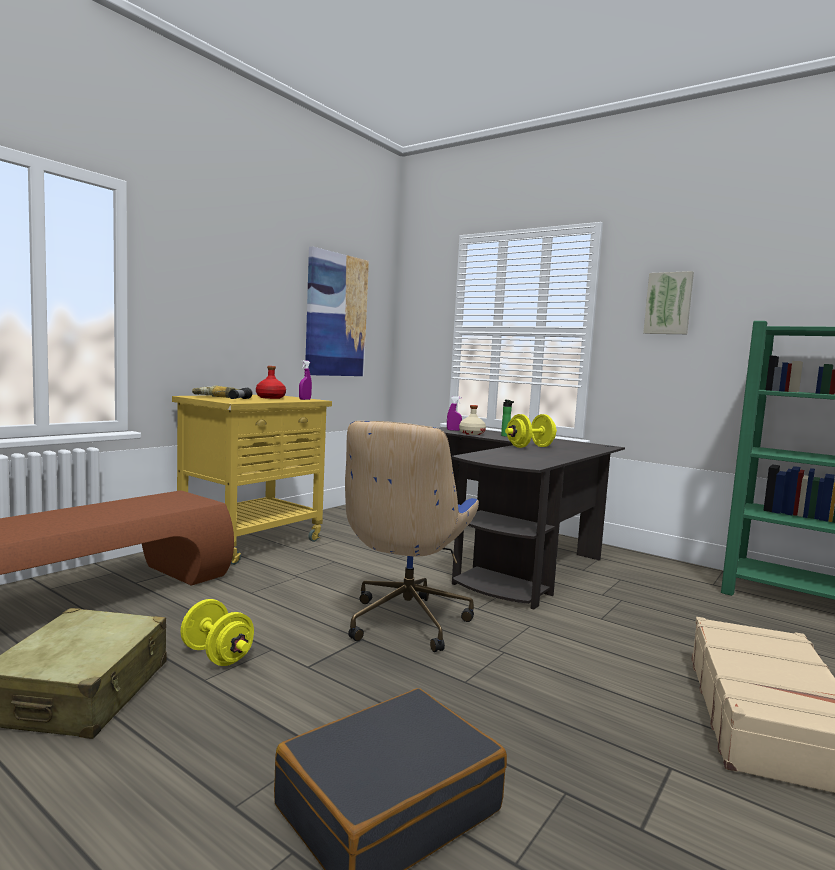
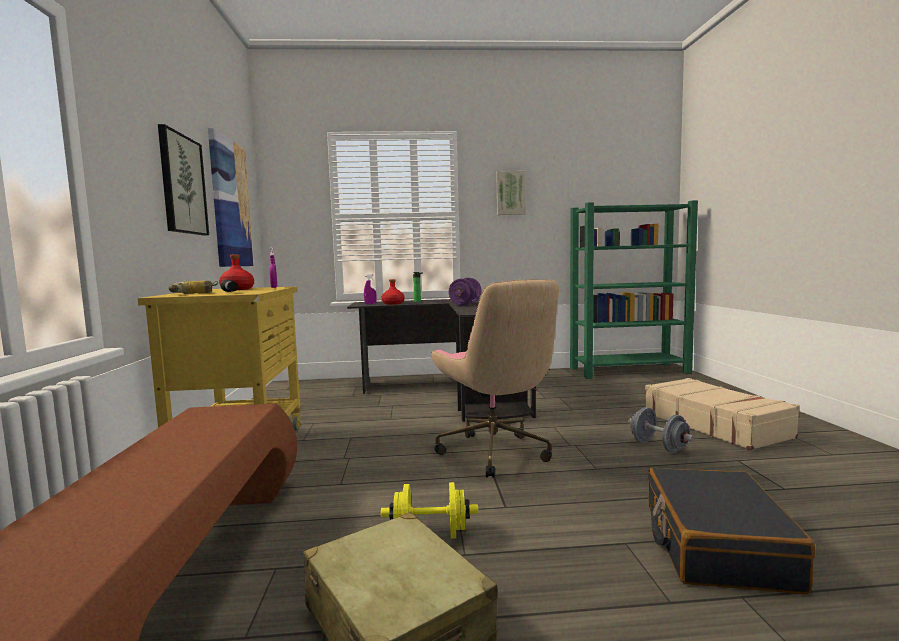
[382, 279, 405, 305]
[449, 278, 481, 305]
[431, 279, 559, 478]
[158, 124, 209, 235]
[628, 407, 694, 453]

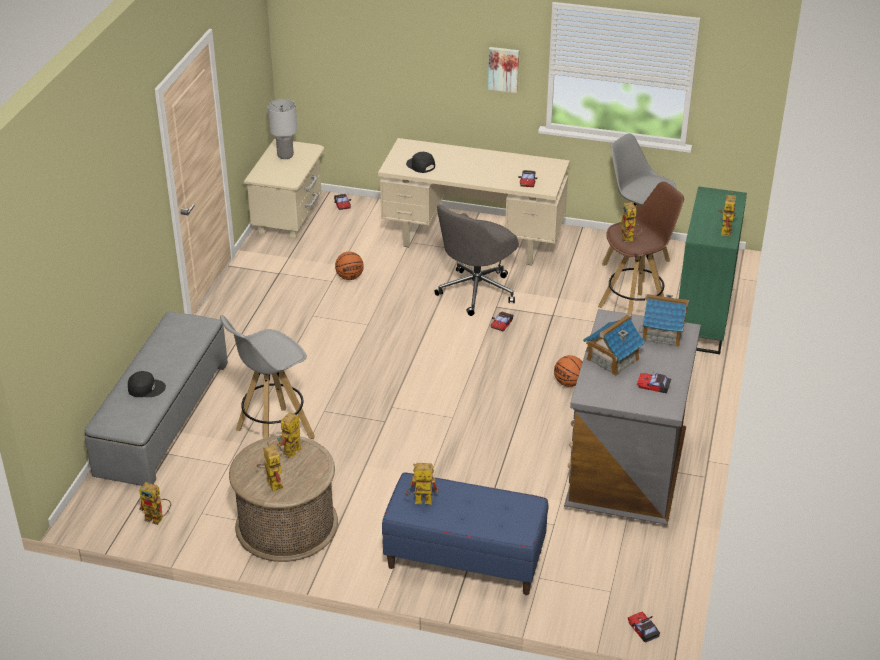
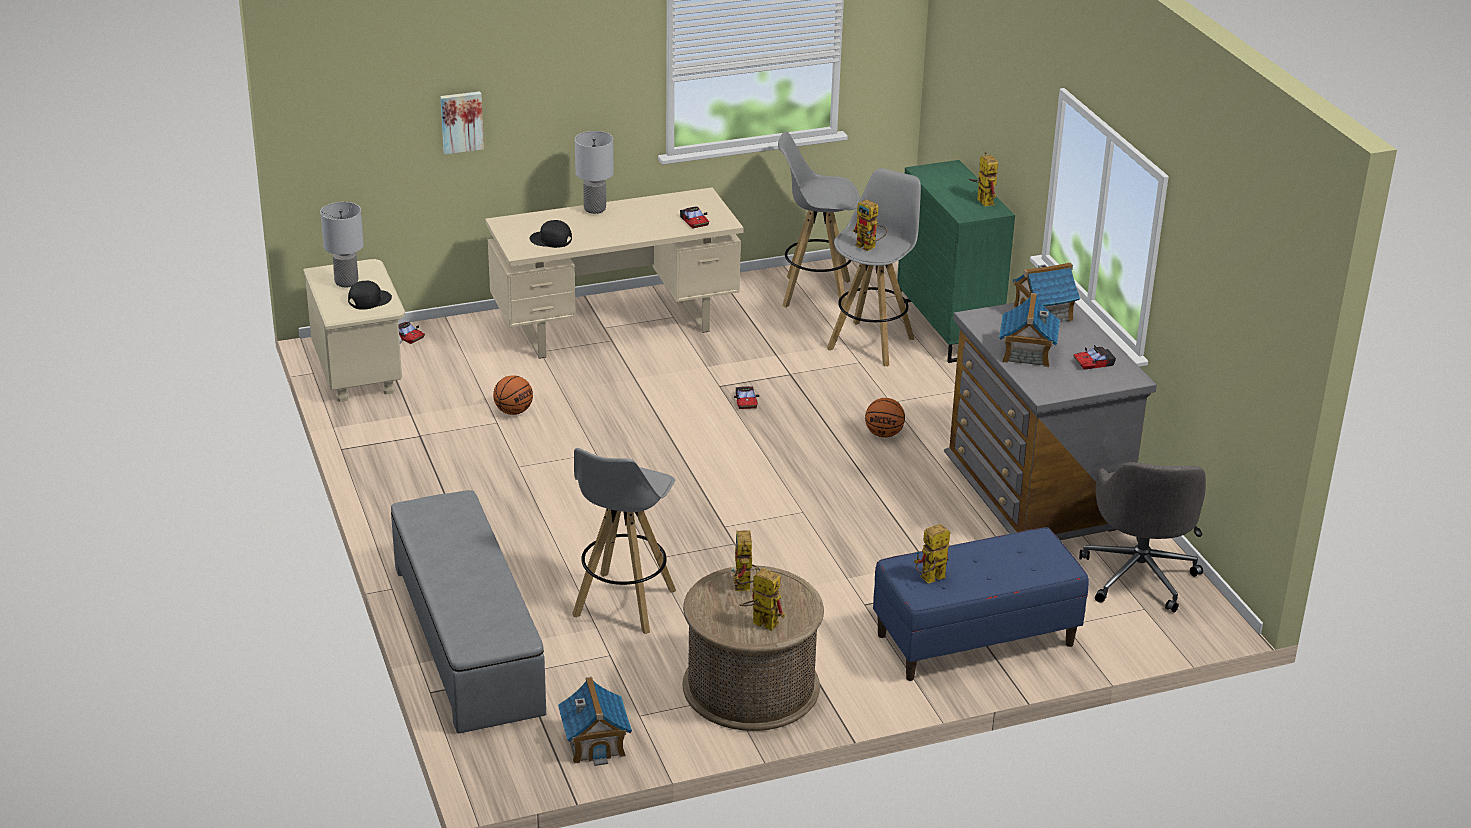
[440, 91, 484, 154]
[827, 168, 921, 366]
[1079, 462, 1206, 613]
[348, 281, 392, 310]
[558, 677, 632, 766]
[628, 612, 660, 643] (first image)
[575, 131, 614, 214]

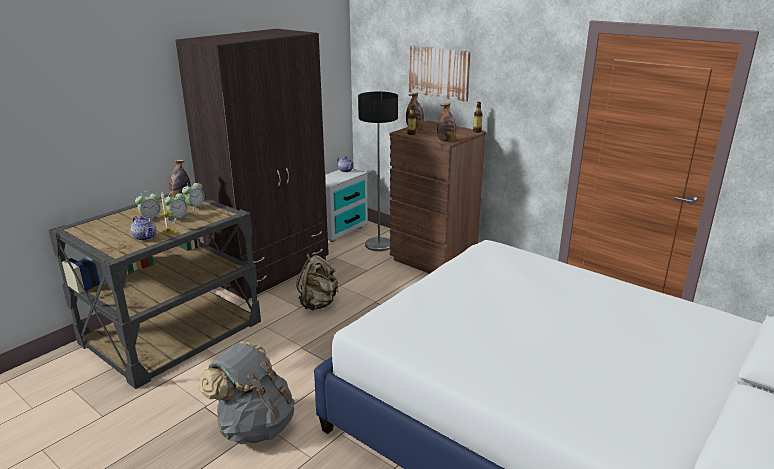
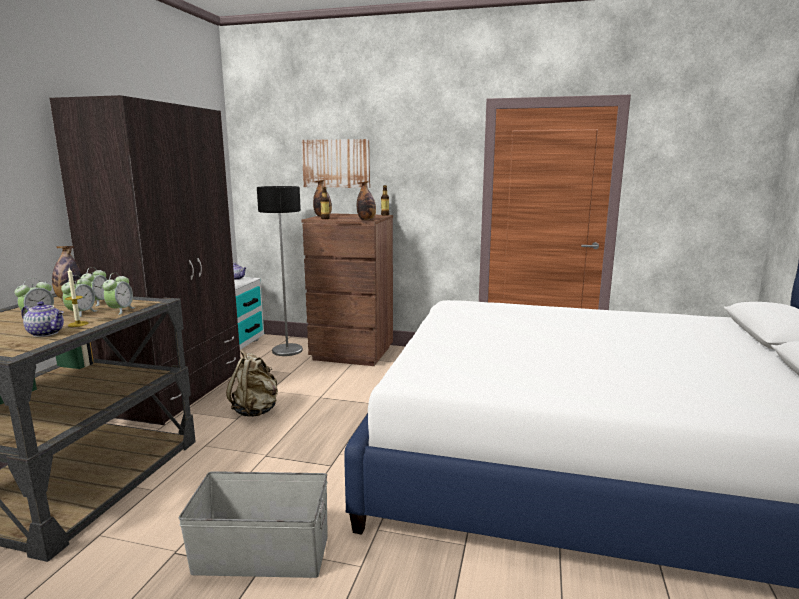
[178, 471, 328, 578]
[103, 273, 135, 315]

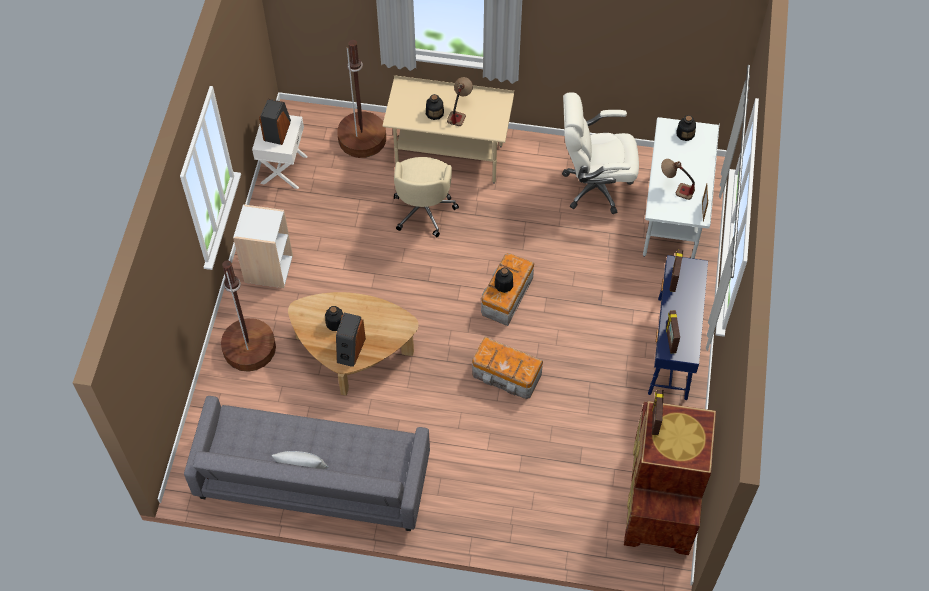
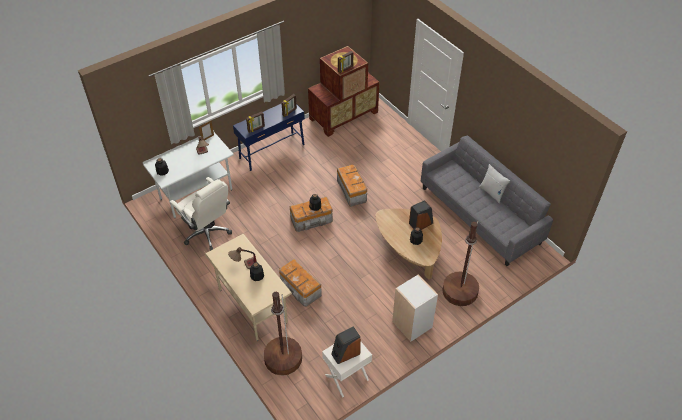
[279, 259, 322, 307]

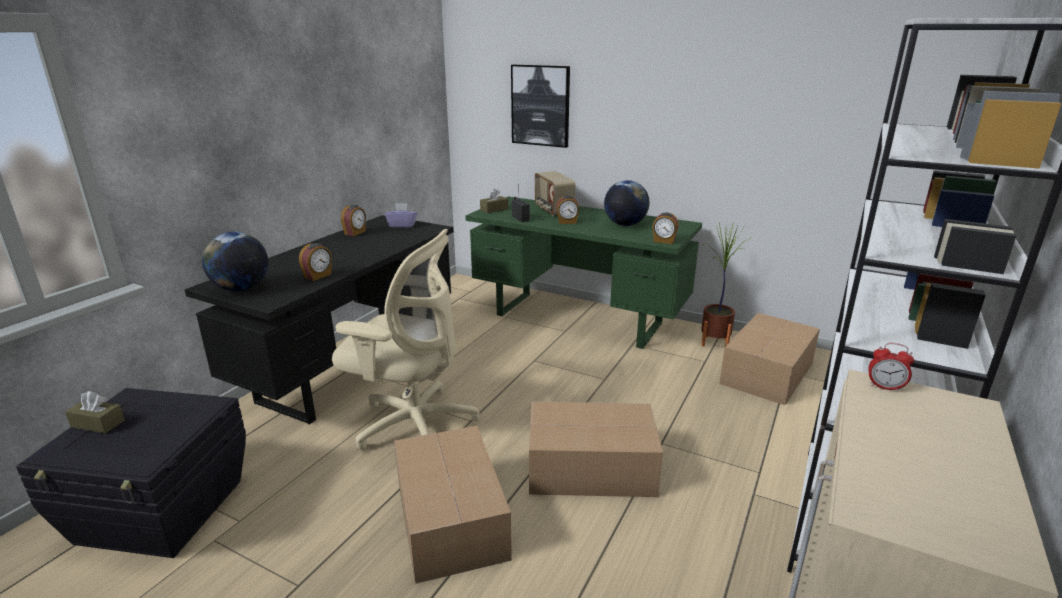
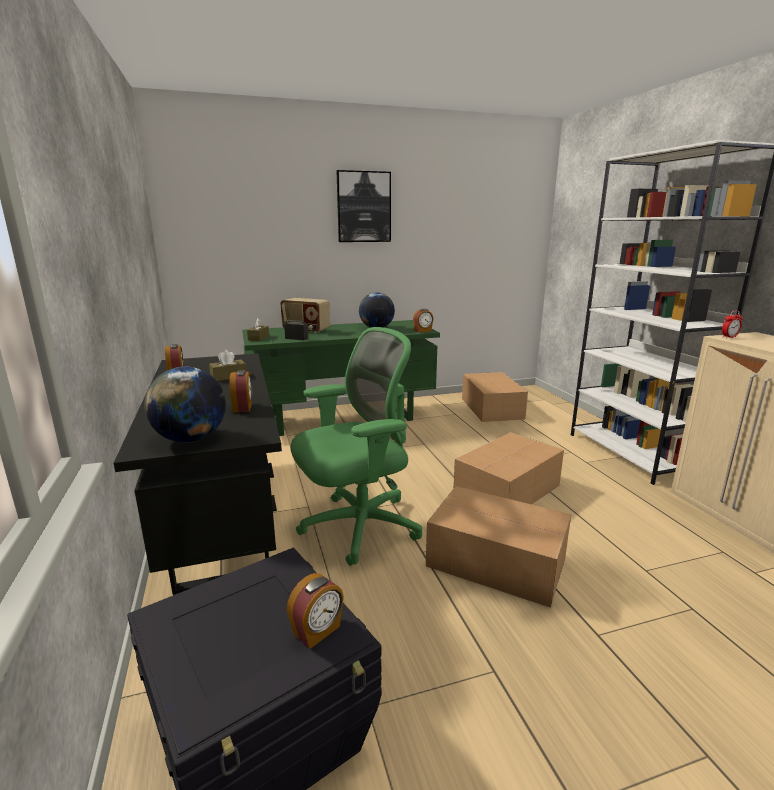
[337, 170, 391, 242]
[287, 573, 344, 649]
[385, 203, 417, 228] (first image)
[701, 221, 746, 347] (first image)
[290, 327, 422, 566]
[209, 350, 247, 381]

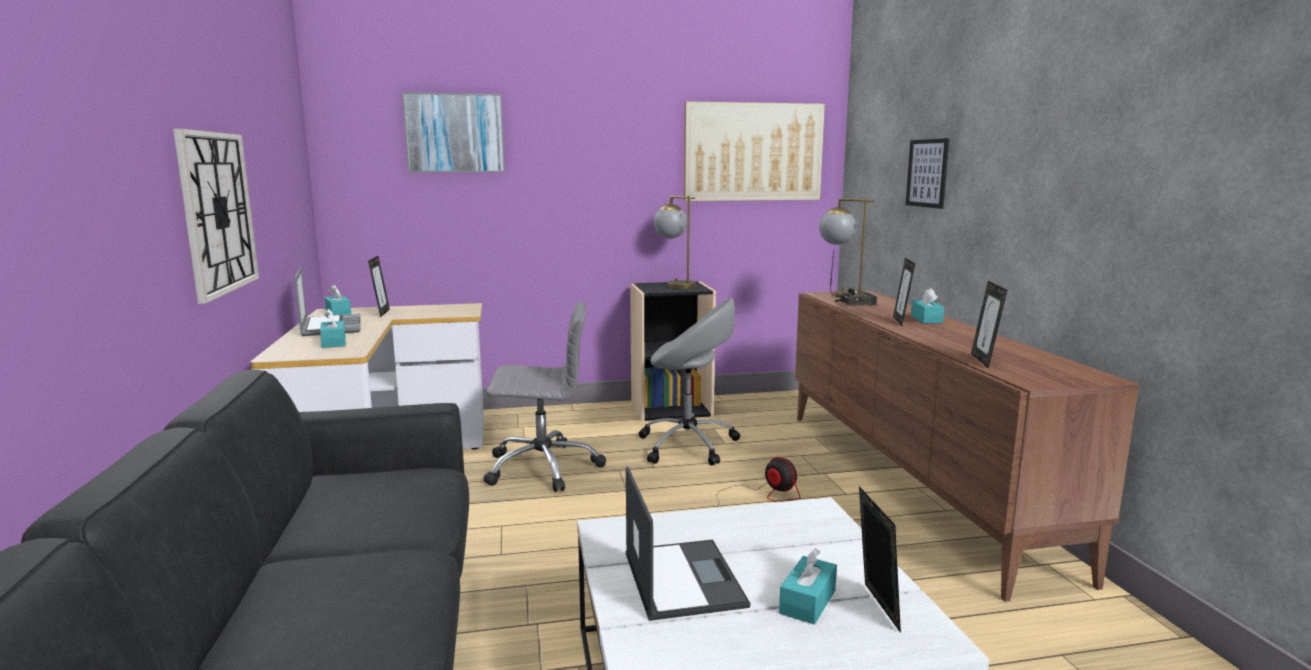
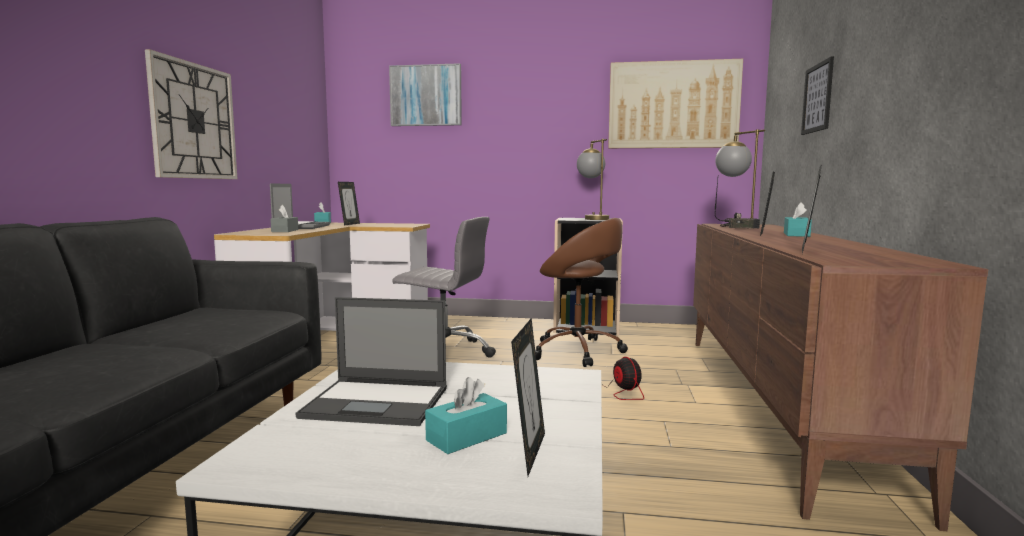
[535, 218, 628, 367]
[270, 205, 298, 232]
[295, 297, 447, 426]

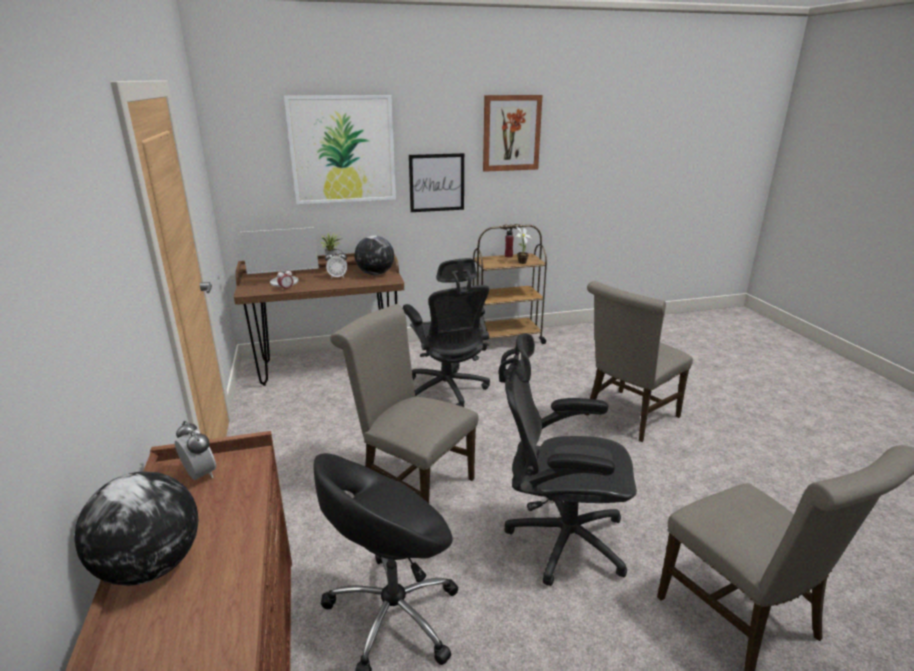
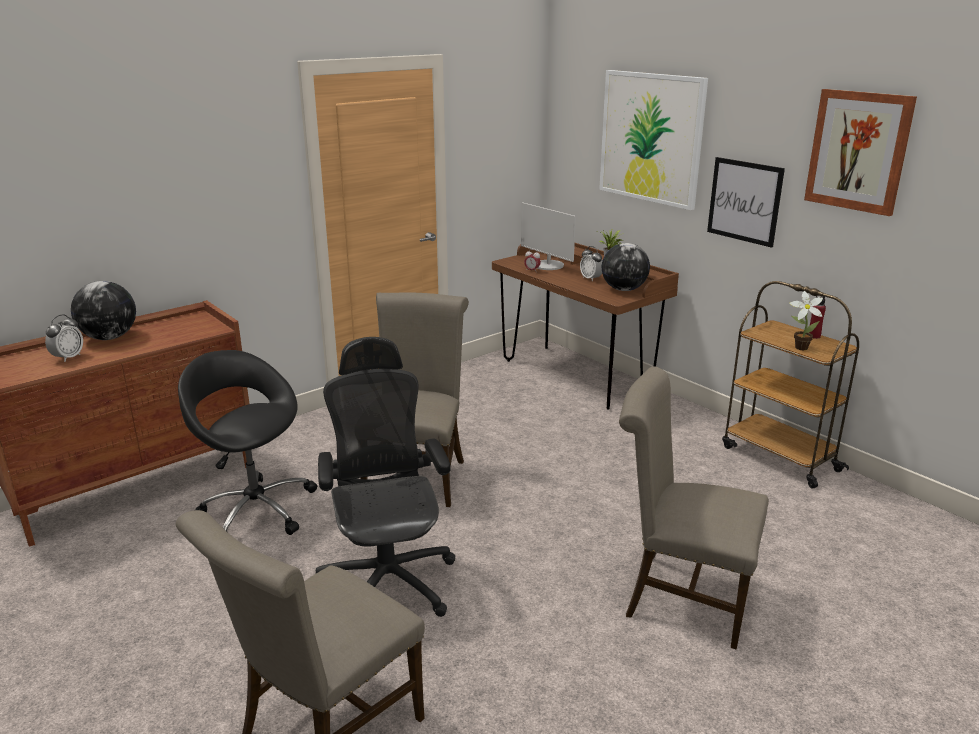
[403, 258, 490, 407] (first image)
[45, 314, 83, 362]

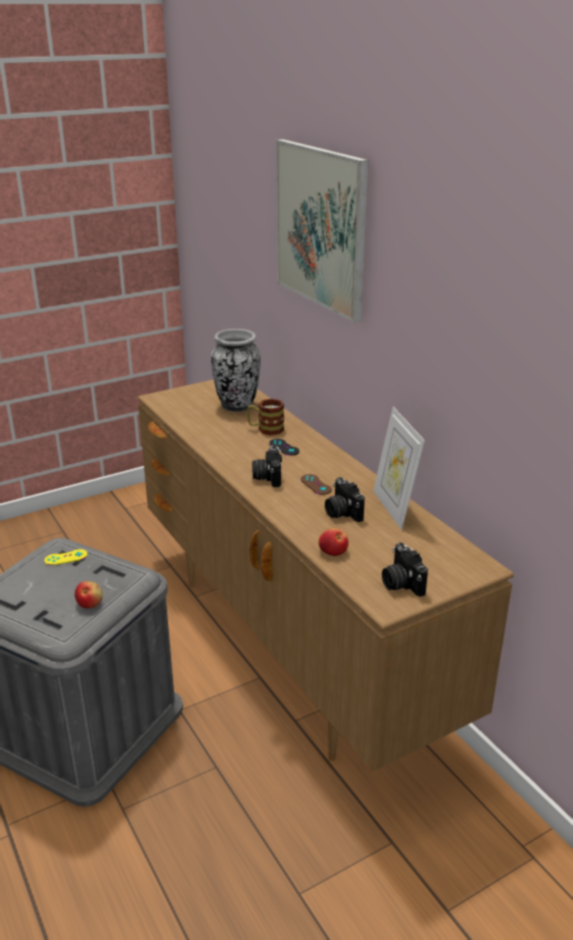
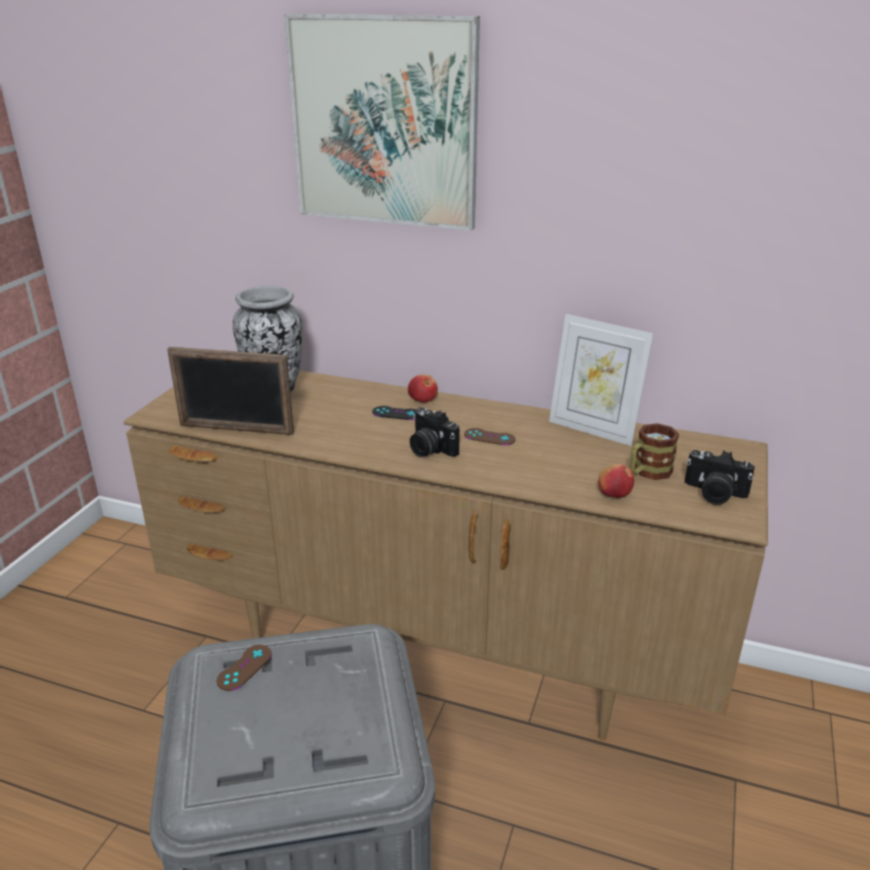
[630, 423, 679, 480]
[325, 477, 365, 522] (first image)
[216, 645, 272, 691]
[408, 374, 438, 403]
[167, 347, 294, 435]

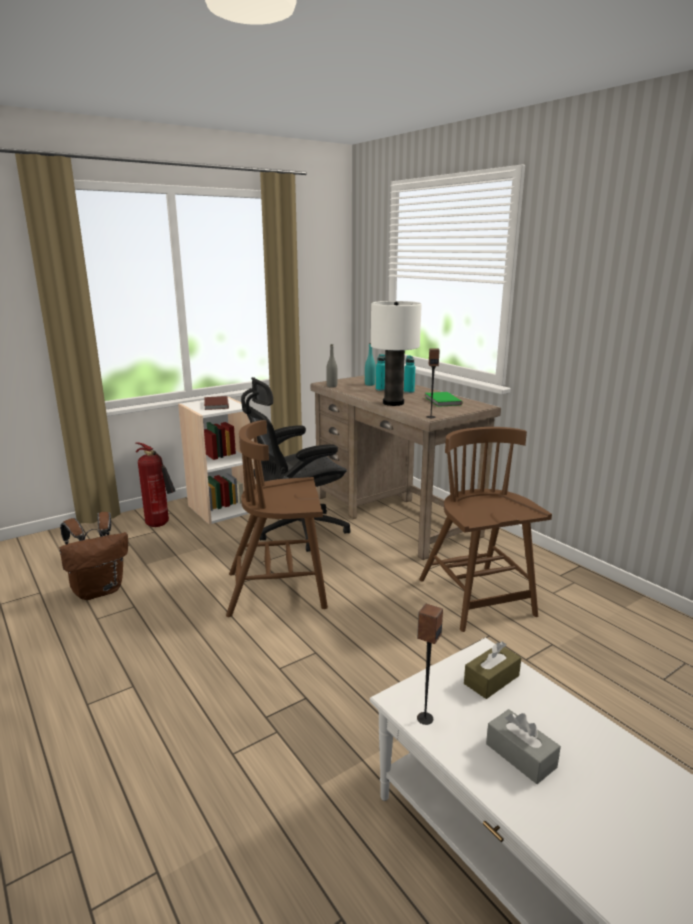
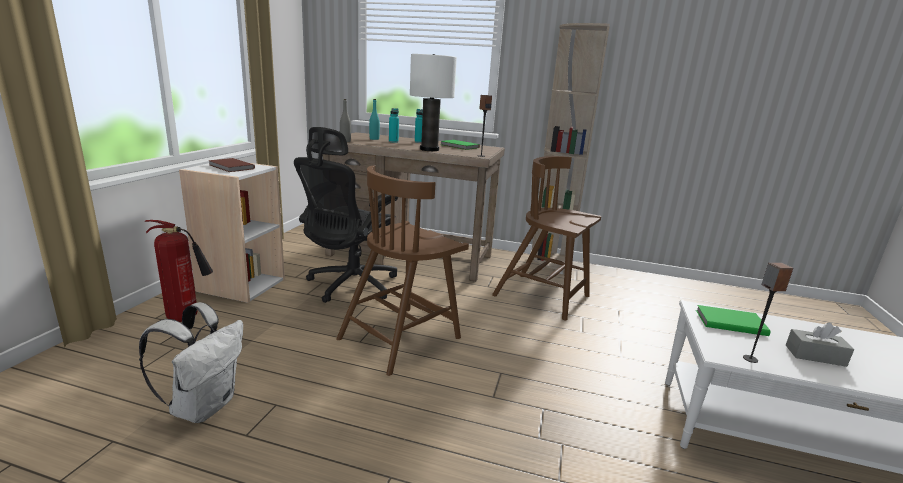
[139, 302, 243, 423]
[696, 305, 771, 336]
[530, 23, 610, 274]

